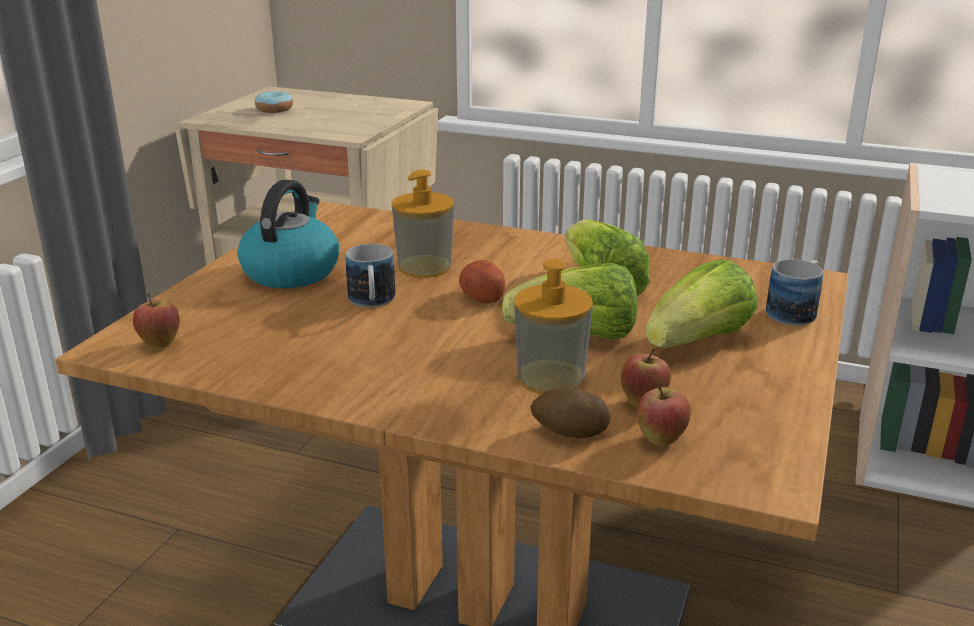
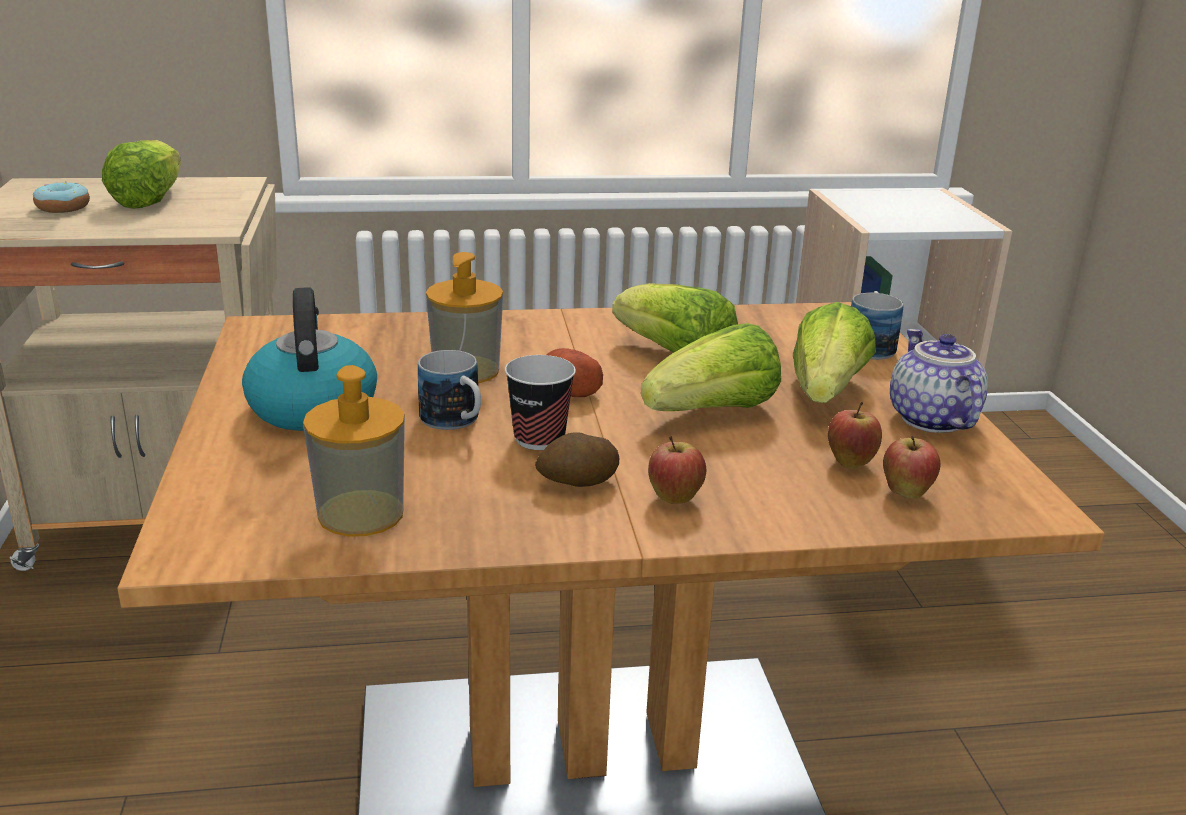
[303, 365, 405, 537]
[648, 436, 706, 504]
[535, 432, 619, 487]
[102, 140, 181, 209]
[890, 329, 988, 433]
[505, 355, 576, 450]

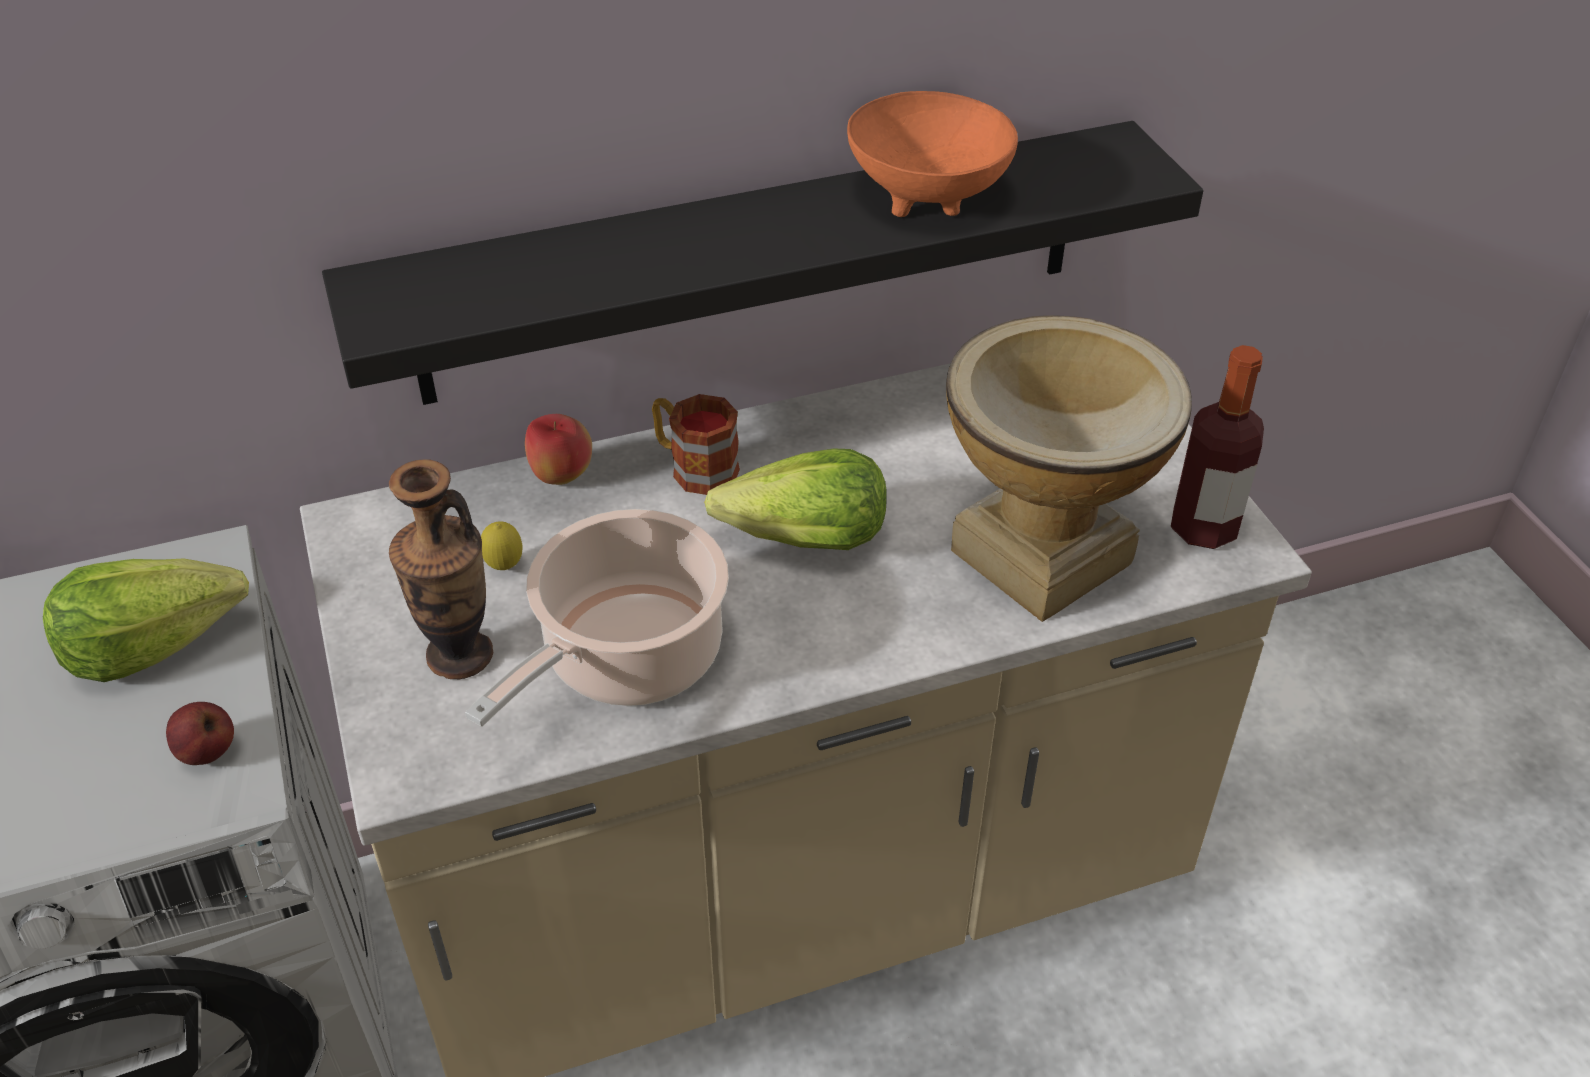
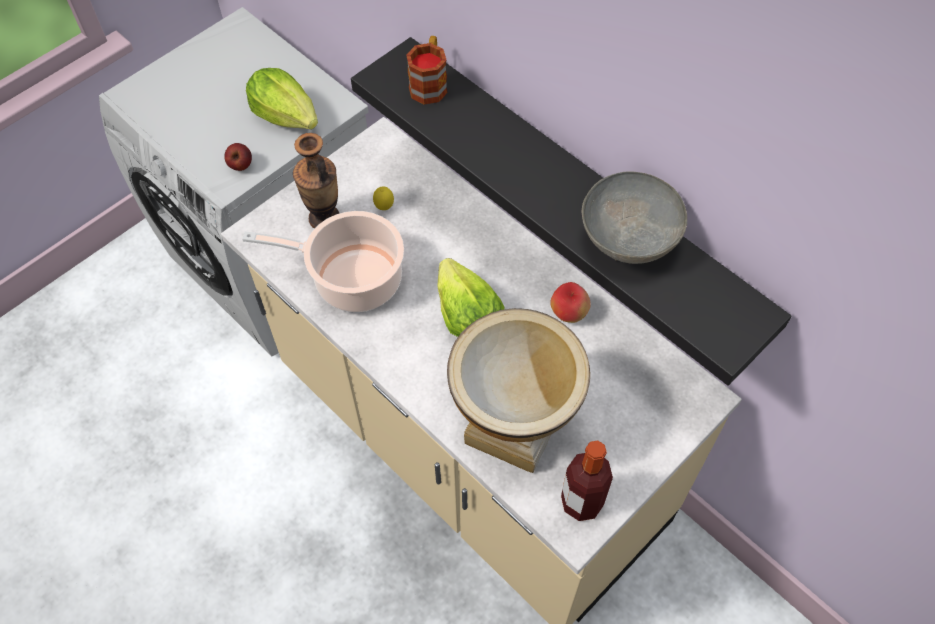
[582, 171, 687, 264]
[406, 36, 448, 105]
[550, 282, 591, 323]

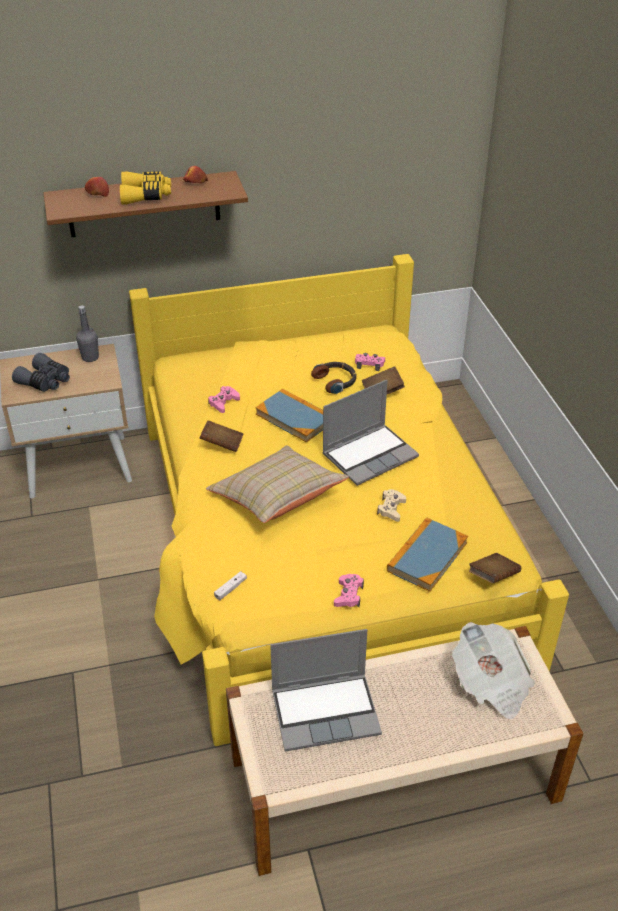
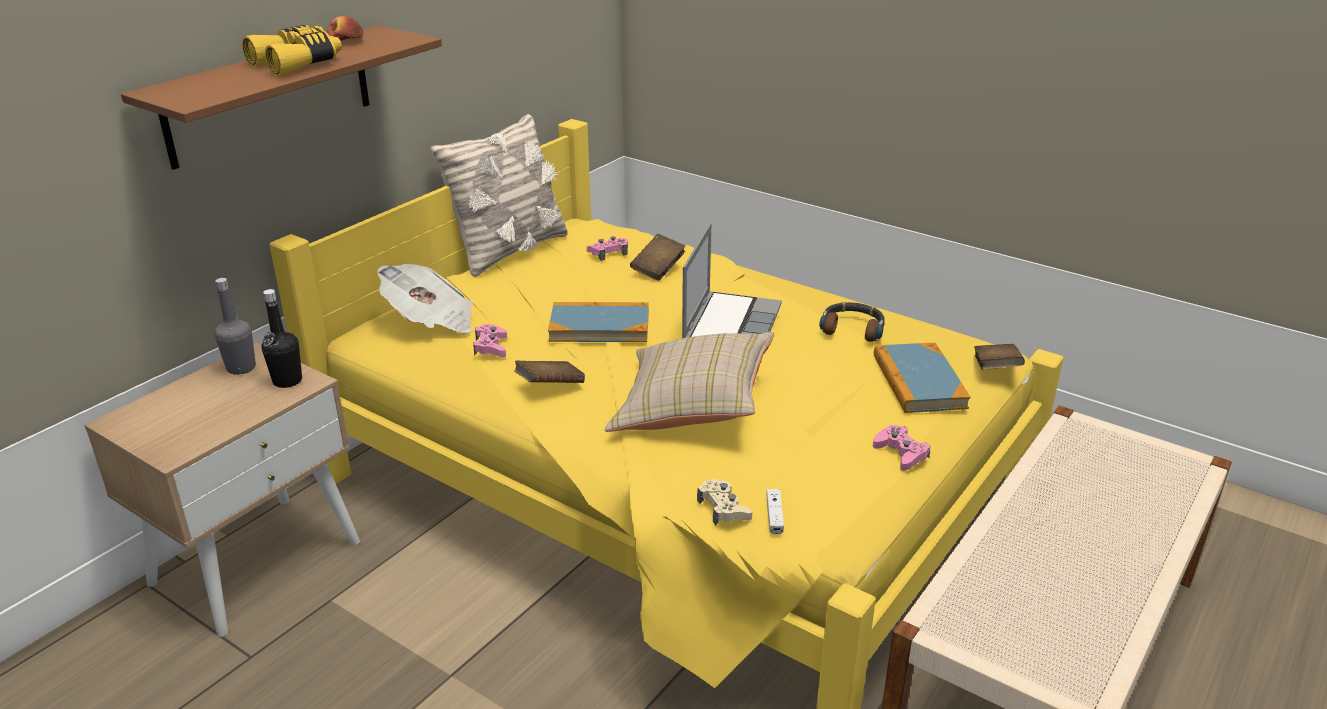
[85, 177, 109, 197] (first image)
[12, 353, 70, 392] (first image)
[819, 302, 885, 342]
[697, 479, 752, 526]
[377, 264, 473, 333]
[270, 629, 382, 752] (first image)
[431, 114, 568, 277]
[261, 289, 302, 388]

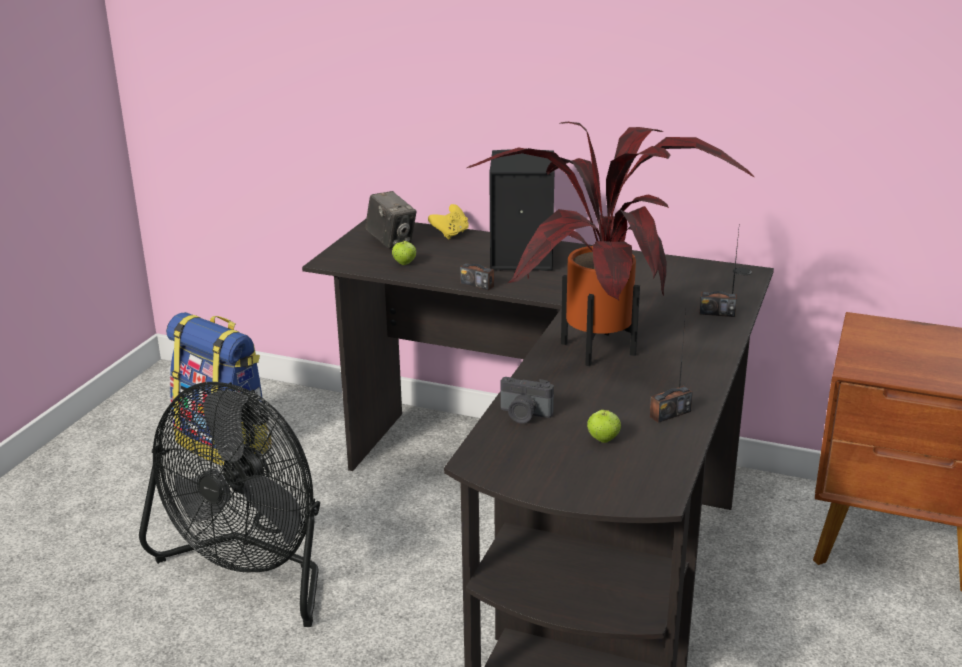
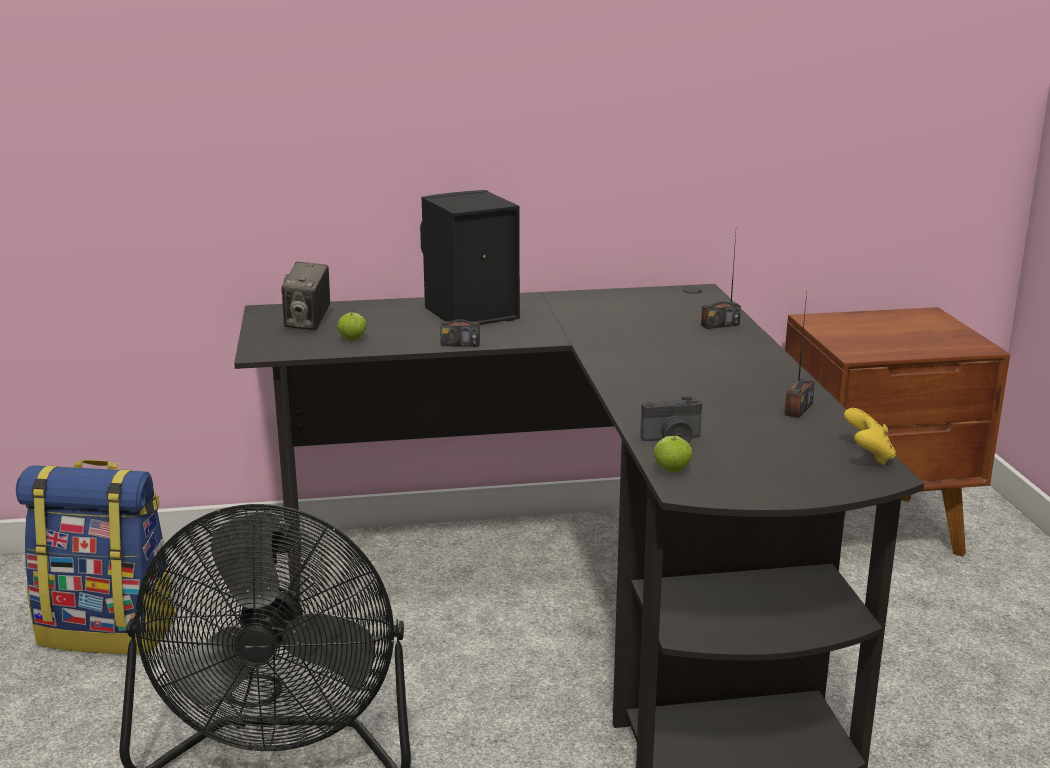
[467, 122, 755, 366] (first image)
[281, 261, 330, 330]
[844, 408, 896, 465]
[654, 433, 692, 473]

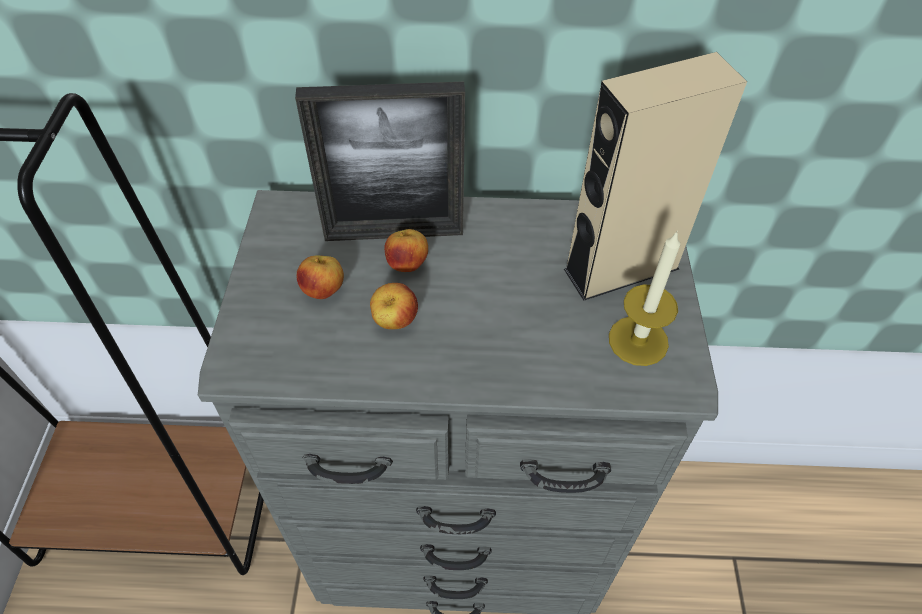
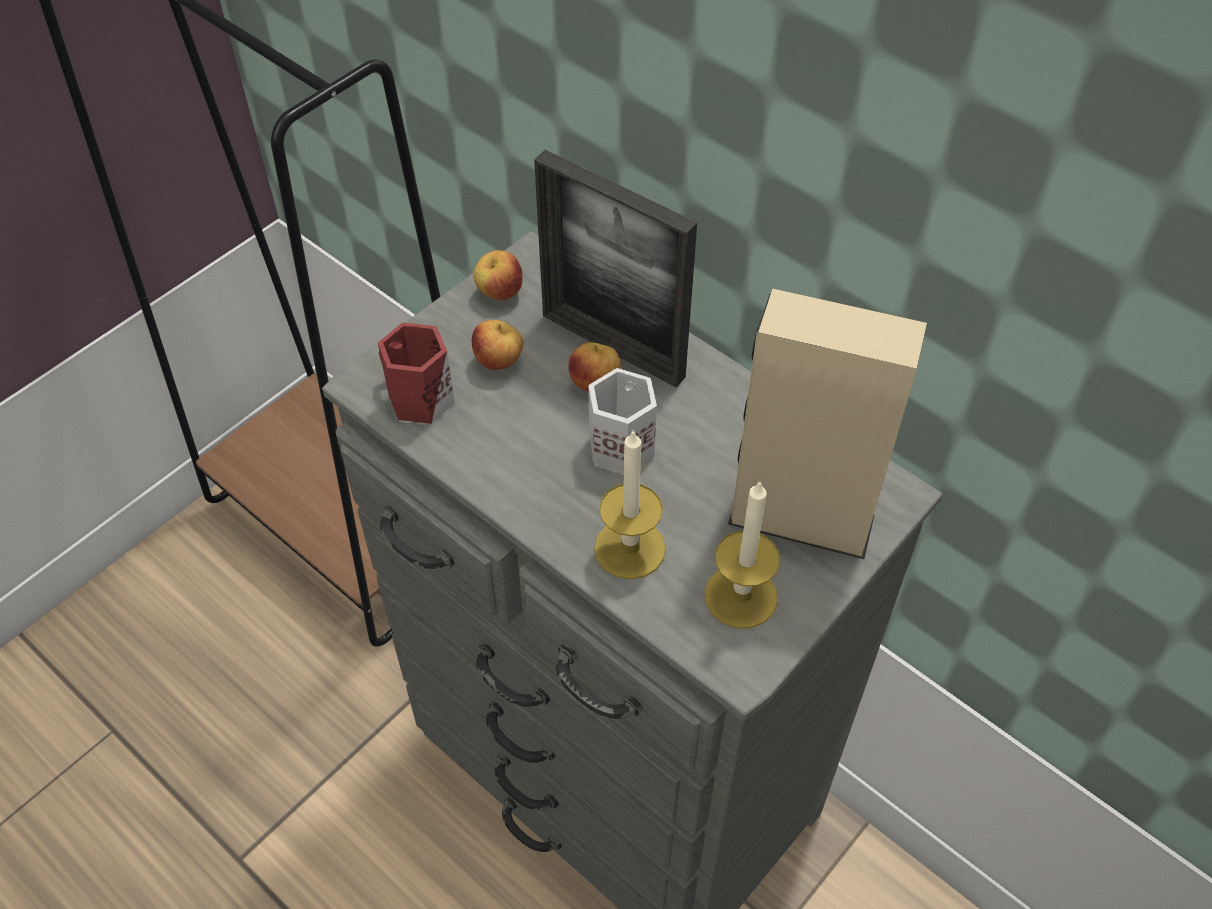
[473, 250, 523, 301]
[378, 322, 455, 424]
[588, 368, 657, 473]
[594, 429, 666, 579]

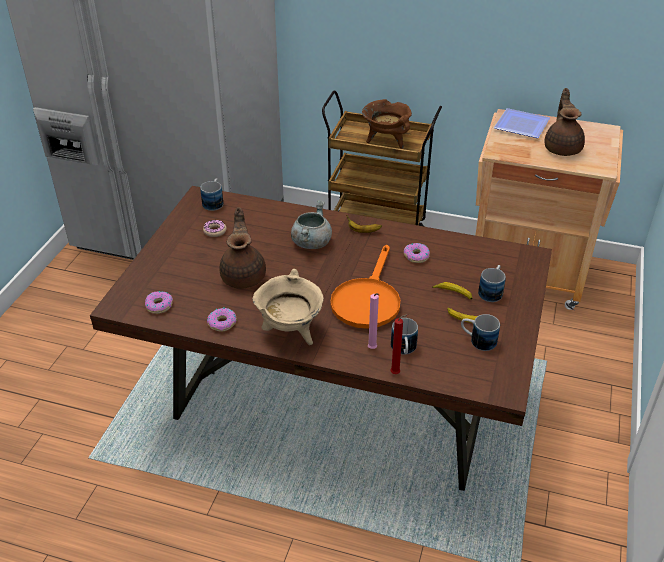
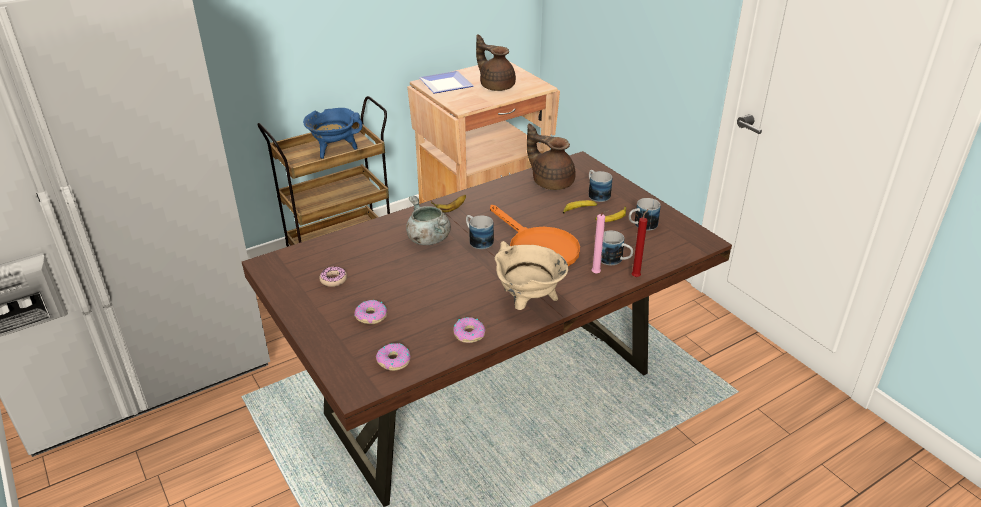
[303, 108, 363, 159]
[466, 215, 494, 249]
[527, 123, 576, 190]
[354, 300, 387, 324]

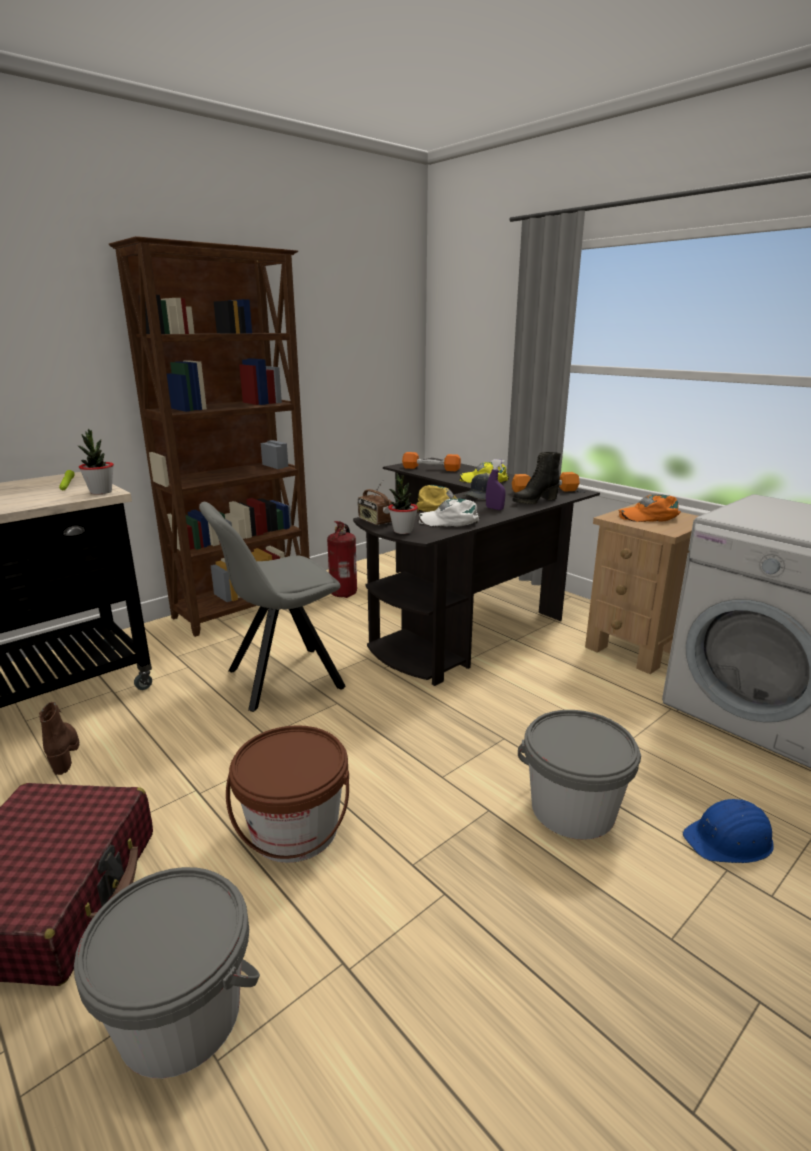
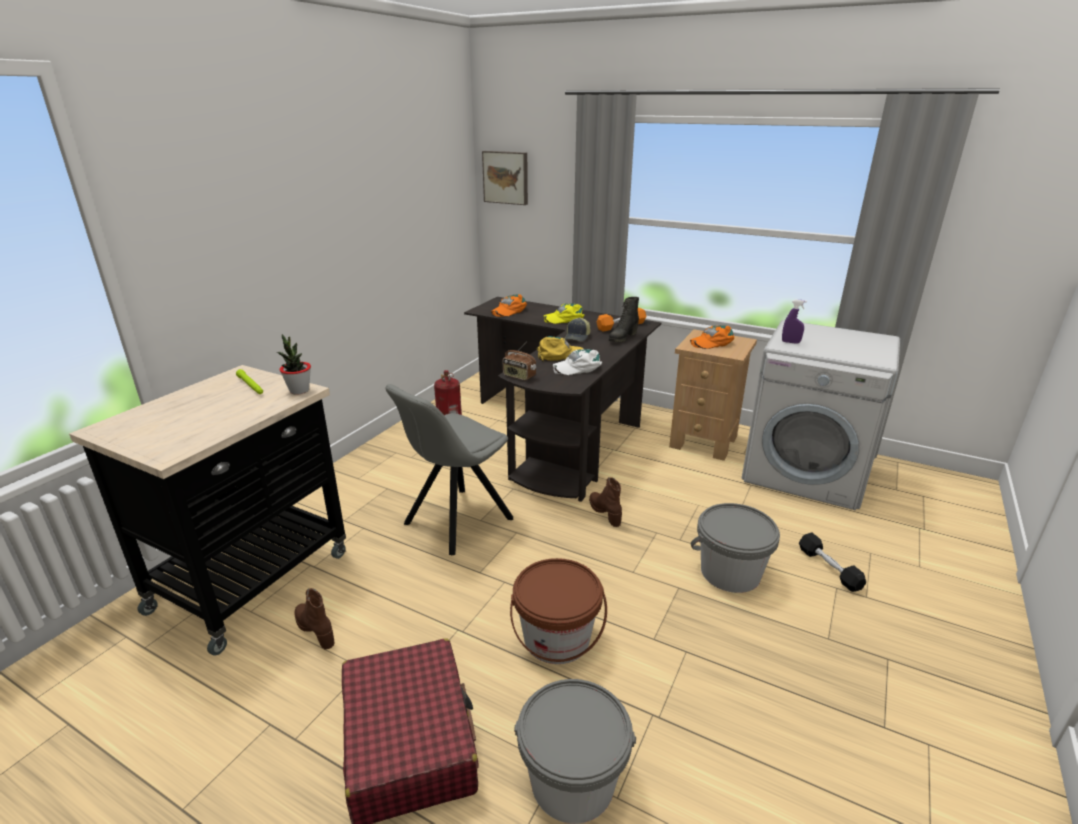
[109, 236, 310, 637] (first image)
[491, 294, 527, 317]
[782, 299, 807, 344]
[388, 473, 418, 534] (first image)
[799, 532, 866, 592]
[482, 151, 528, 205]
[589, 477, 622, 527]

